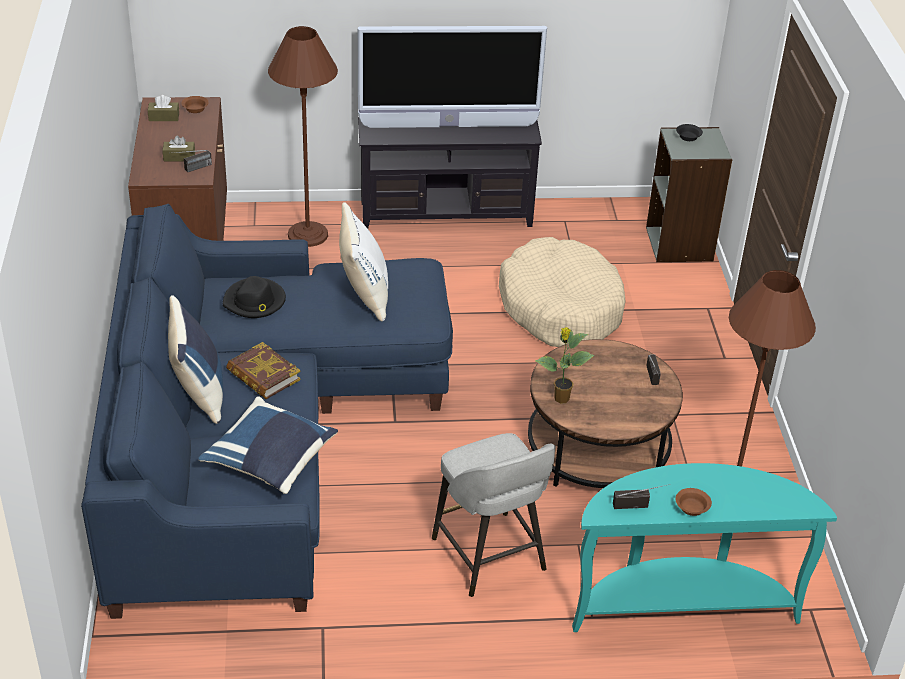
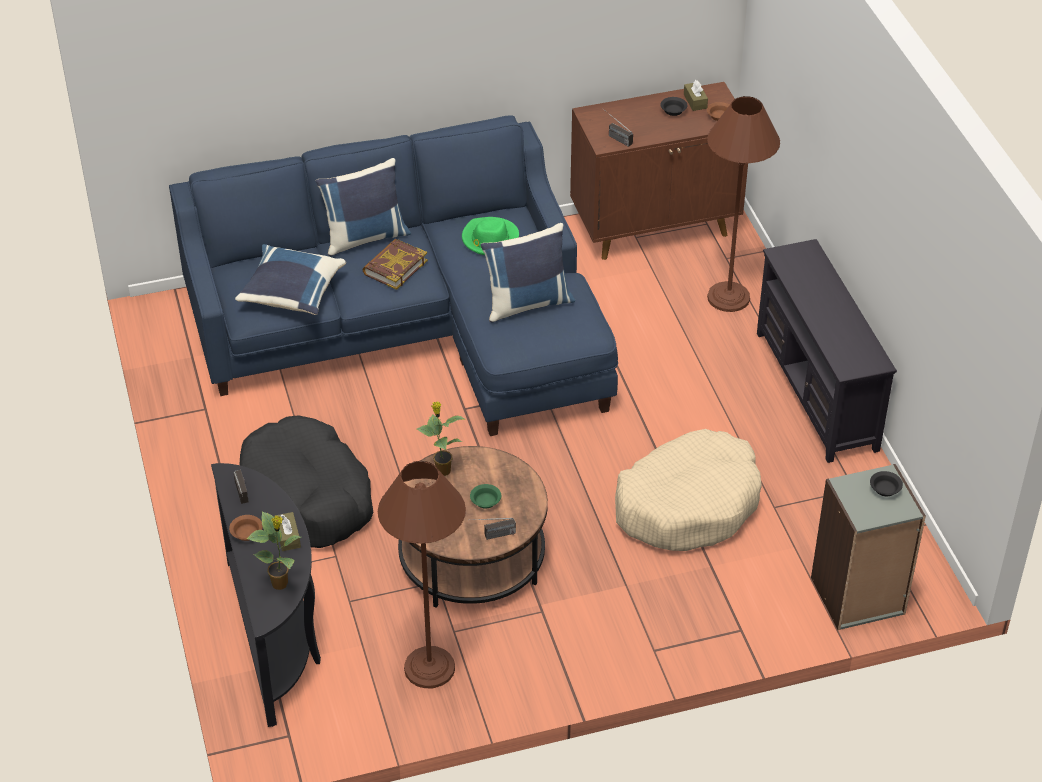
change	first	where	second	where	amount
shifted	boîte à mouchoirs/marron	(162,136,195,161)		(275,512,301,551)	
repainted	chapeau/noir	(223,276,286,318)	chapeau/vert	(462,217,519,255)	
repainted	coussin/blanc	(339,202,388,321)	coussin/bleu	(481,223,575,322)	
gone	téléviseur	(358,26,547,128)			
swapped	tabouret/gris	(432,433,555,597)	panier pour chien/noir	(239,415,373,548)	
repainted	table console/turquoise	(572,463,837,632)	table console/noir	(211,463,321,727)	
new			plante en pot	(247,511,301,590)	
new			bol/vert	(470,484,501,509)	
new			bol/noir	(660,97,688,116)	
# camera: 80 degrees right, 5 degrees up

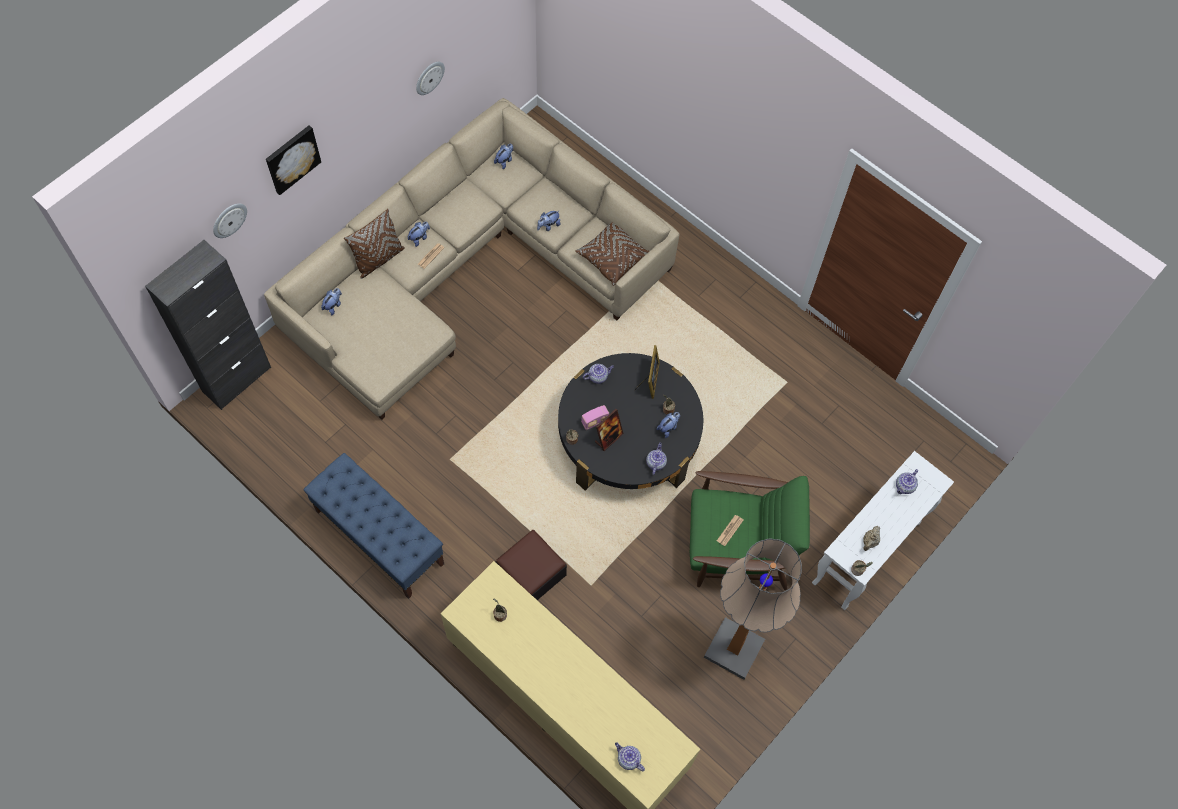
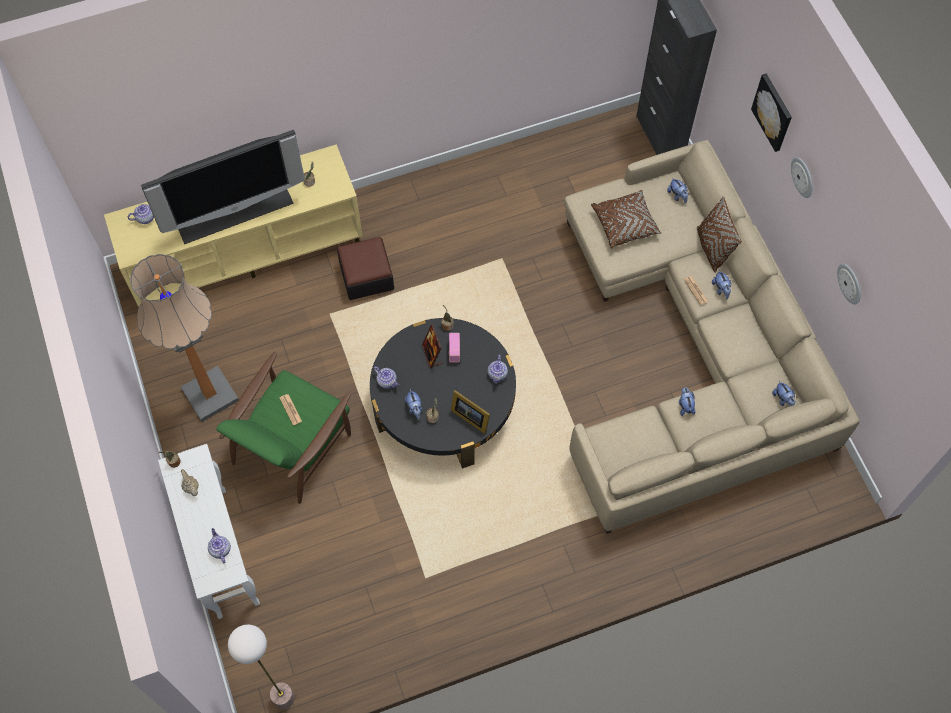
change	first	where	second	where	amount
shifted	horloge murale	(213,203,247,238)		(791,157,813,198)	
gone	banc/bleu	(303,453,444,599)			
shifted	coussin/marron	(575,222,649,286)		(591,190,661,248)	
new			téléviseur	(141,130,305,244)	
new			lampadaire	(228,625,295,709)	
# camera: 120 degrees right, 0 degrees up

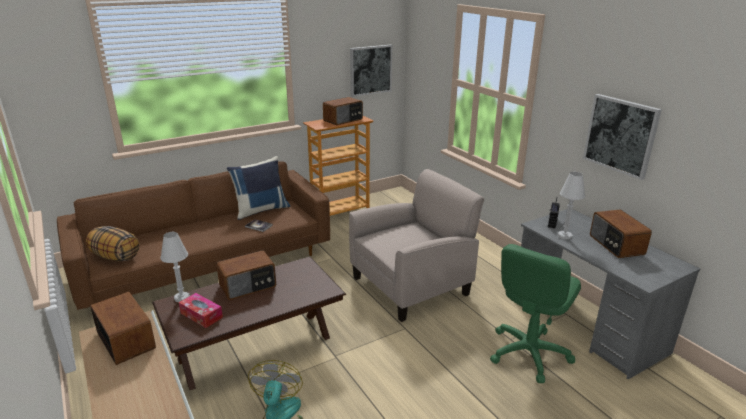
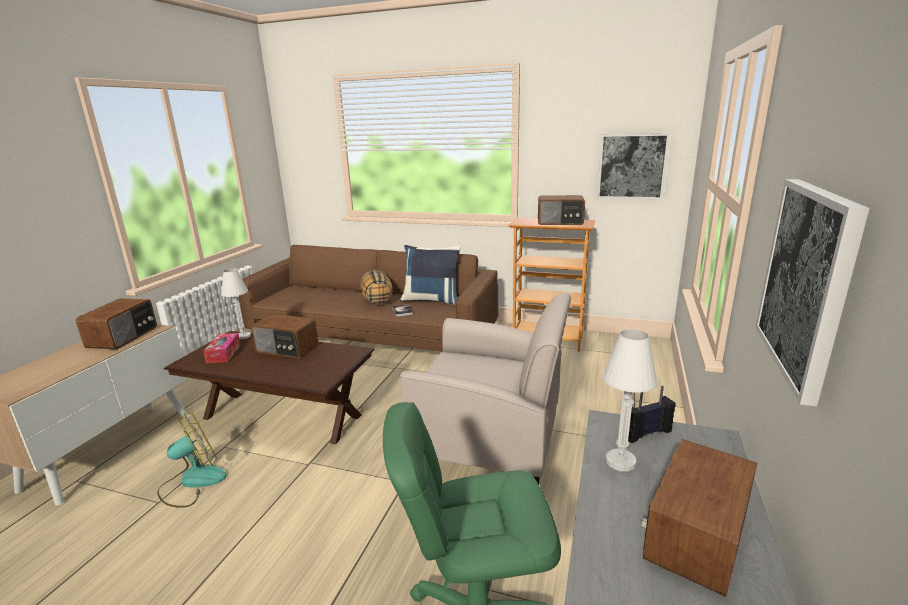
change	first	where	second	where	amount
shifted	coussin	(86,226,140,262)		(360,270,393,304)	
# camera: 50 degrees right, 5 degrees down

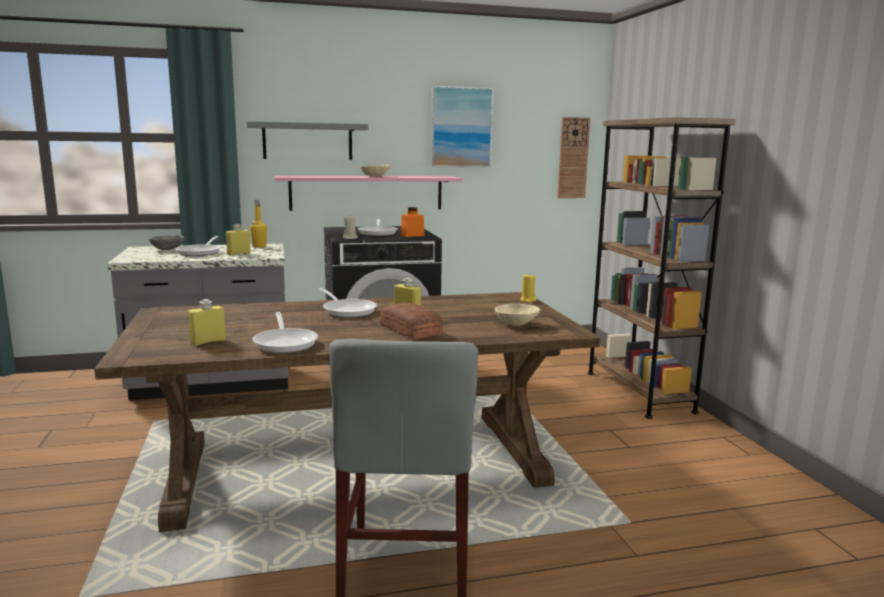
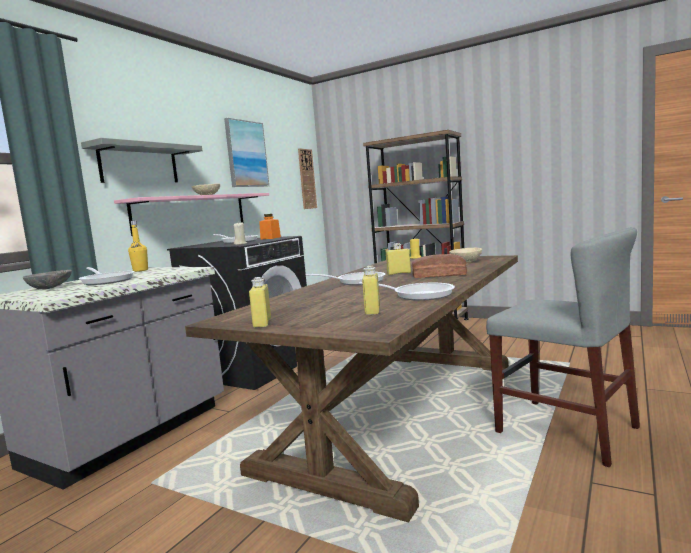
change	first	where	second	where	amount
shifted	bouteille/jaune	(226,224,251,256)		(249,277,271,328)	
# camera: 45 degrees left, 5 degrees down

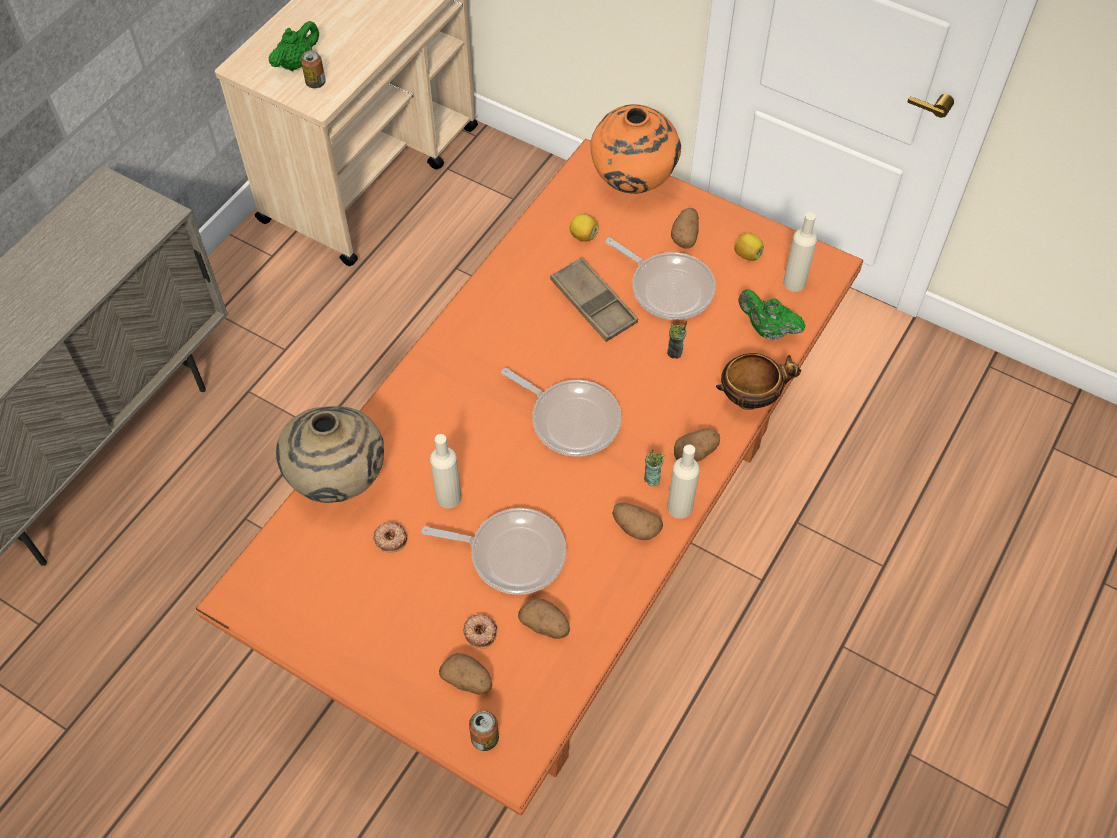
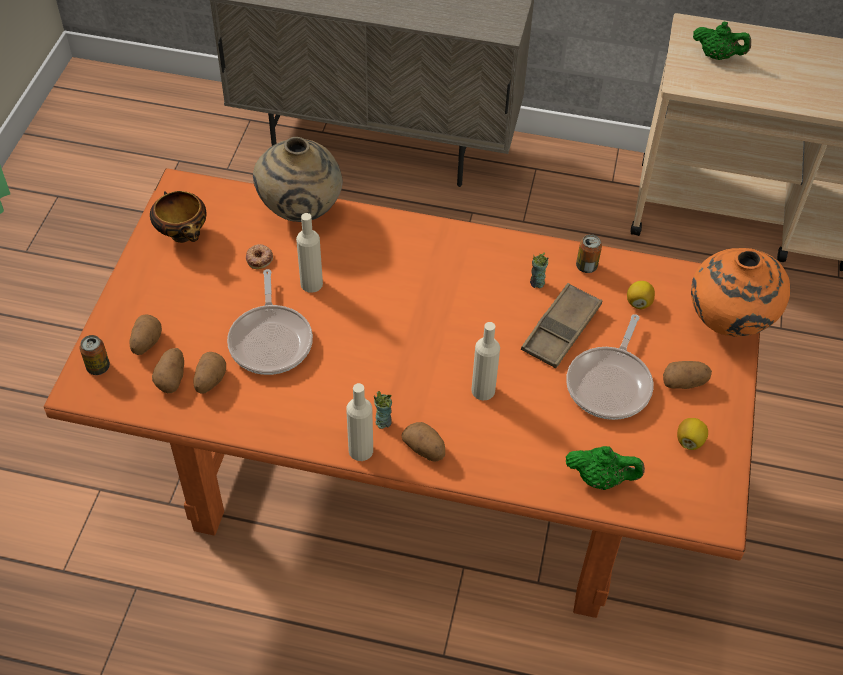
change	first	where	second	where	amount
shifted	boîte métallique	(301,50,326,88)		(576,234,602,273)	
gone	beignet	(463,614,497,648)			
gone	poêle	(501,368,622,457)			
shifted	pomme de terre	(612,503,663,540)		(152,348,184,393)	
shifted	tasse	(667,320,687,359)		(530,253,549,288)	
shifted	bol	(716,353,801,410)		(150,191,206,243)	
rotated	théière/vert	(738,290,805,340)		(566,446,645,490)	90 degrees clockwise
shifted	bouteille/beige	(783,212,817,292)		(471,322,500,400)	
# camera: 70 degrees right, 5 degrees down

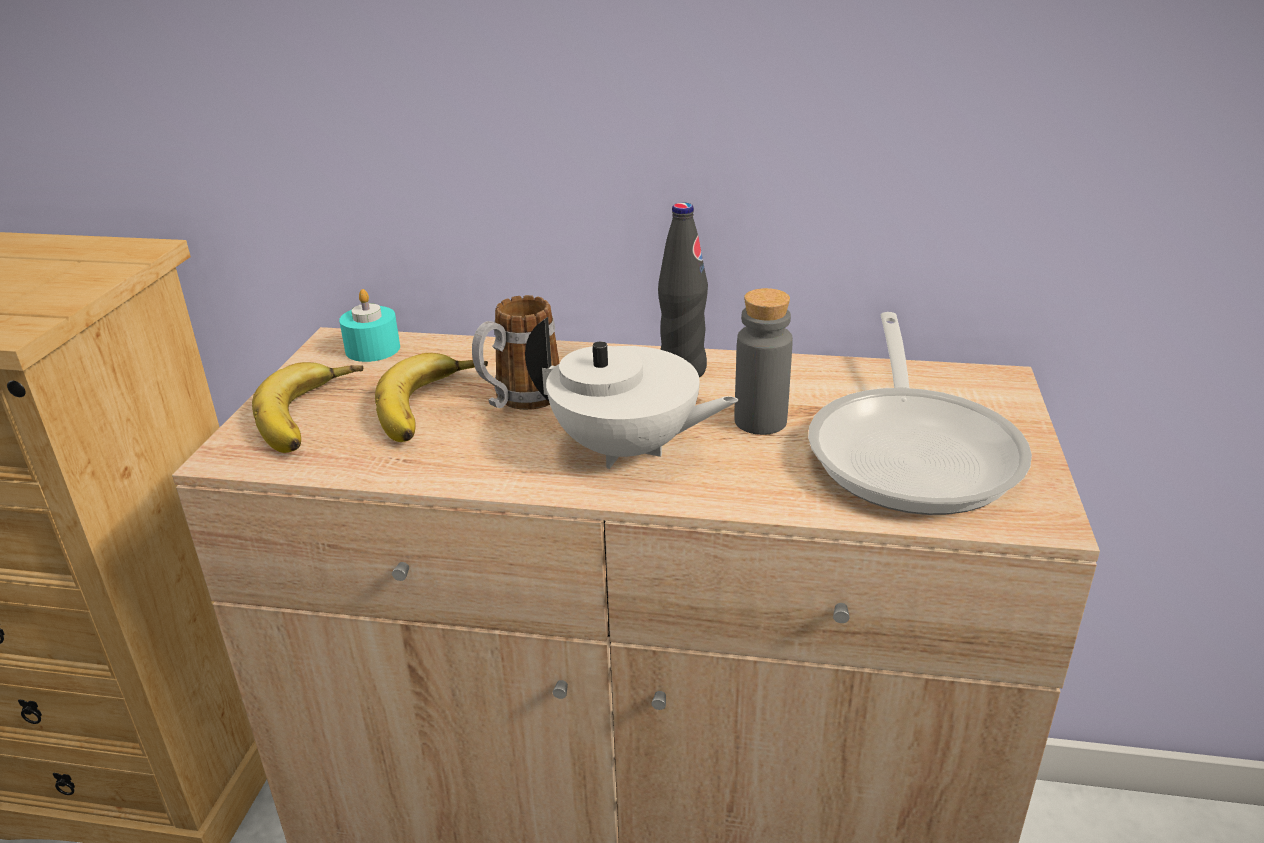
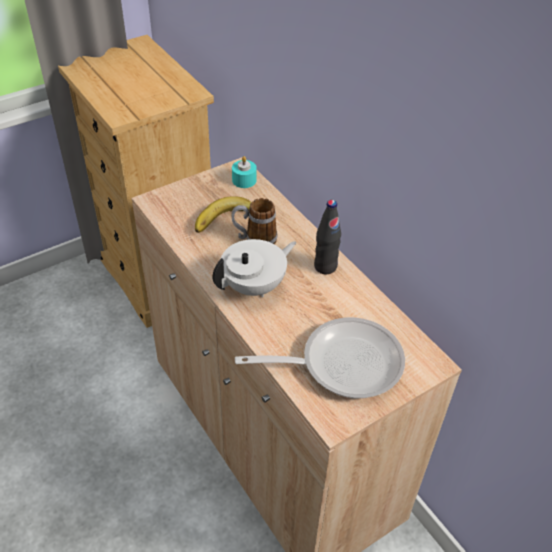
change	first	where	second	where	amount
gone	banane	(252,362,363,453)			
rotated	théière/blanc	(525,317,739,469)		(213,239,296,298)	105 degrees counterclockwise
gone	bouteille/gris	(734,288,793,435)			
rotated	poêle	(808,312,1032,515)		(235,317,405,398)	150 degrees counterclockwise
# camera: 45 degrees right, 15 degrees up

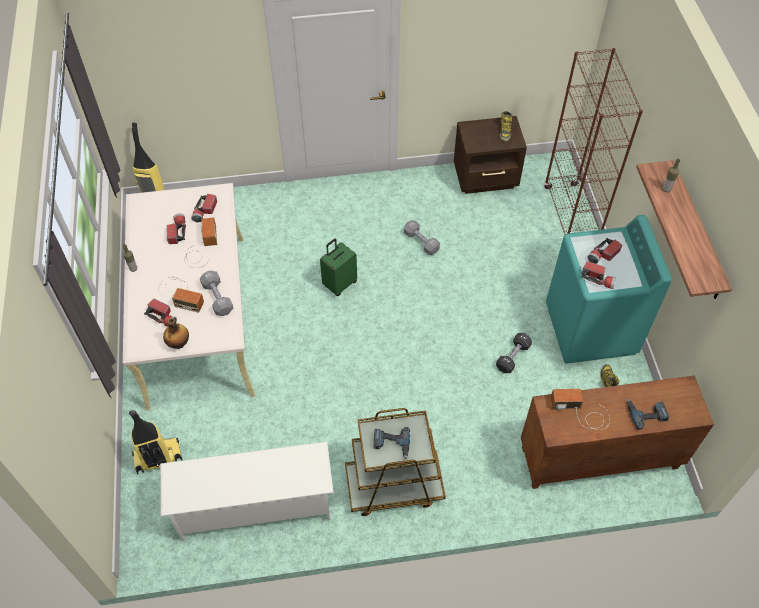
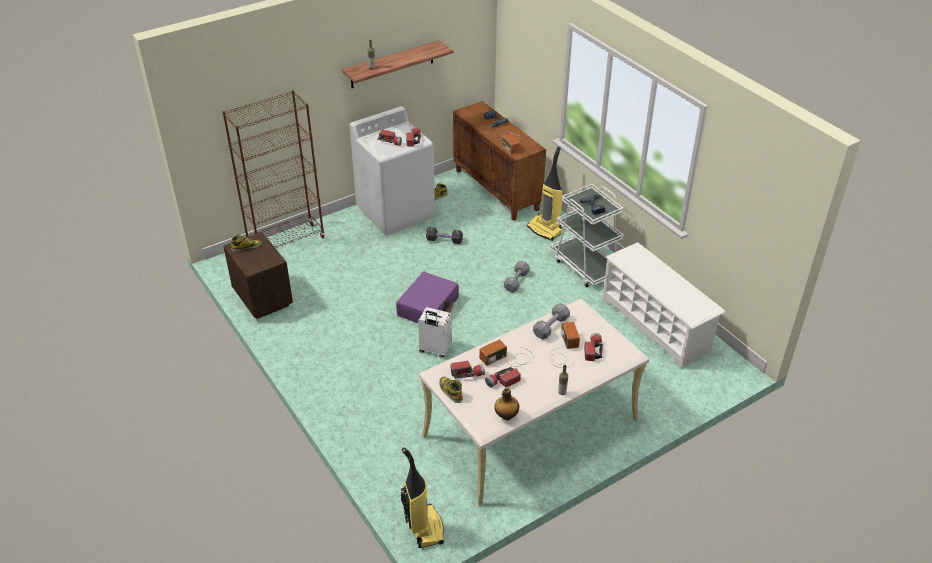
change	first	where	second	where	amount
shifted	aspirateur	(129,410,182,474)		(527,147,563,241)	
shifted	bouteille	(163,318,189,349)		(494,388,519,420)	
repainted	valise/vert	(320,239,357,296)	valise/blanc	(418,307,452,358)	
repainted	chariot/marron	(345,408,446,516)	chariot/blanc	(551,184,624,287)	
shifted	haltère/gris	(404,220,440,255)		(504,261,530,292)	
repainted	lave-linge/turquoise	(546,215,672,364)	lave-linge/blanc	(350,106,435,236)	
new			valise/violet	(396,272,459,323)	
new			botte	(439,377,463,403)	
# camera: 115 degrees left, 15 degrees down

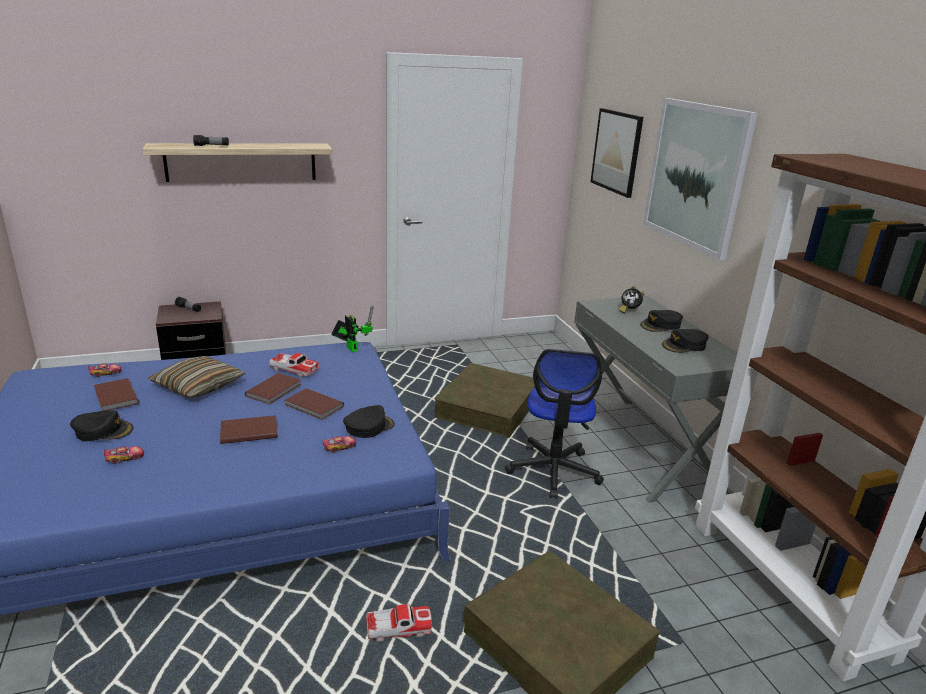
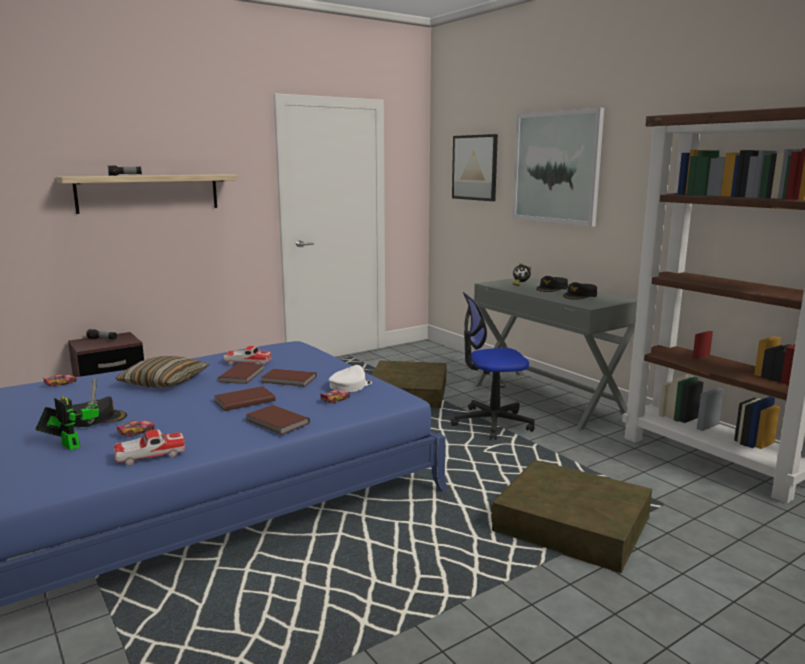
change	first	where	second	where	amount
shifted	livre/marron	(94,378,139,411)		(245,405,310,435)	
shifted	robot jouet	(331,306,374,352)		(36,378,99,450)	
repainted	casquette/noir	(343,405,395,438)	casquette/blanc	(329,365,372,392)	
shifted	petite voiture	(366,604,432,642)		(113,429,185,466)	
rotated	chaise de bureau	(505,349,604,499)		(450,292,535,440)	90 degrees clockwise
# camera: 15 degrees left, 10 degrees down

